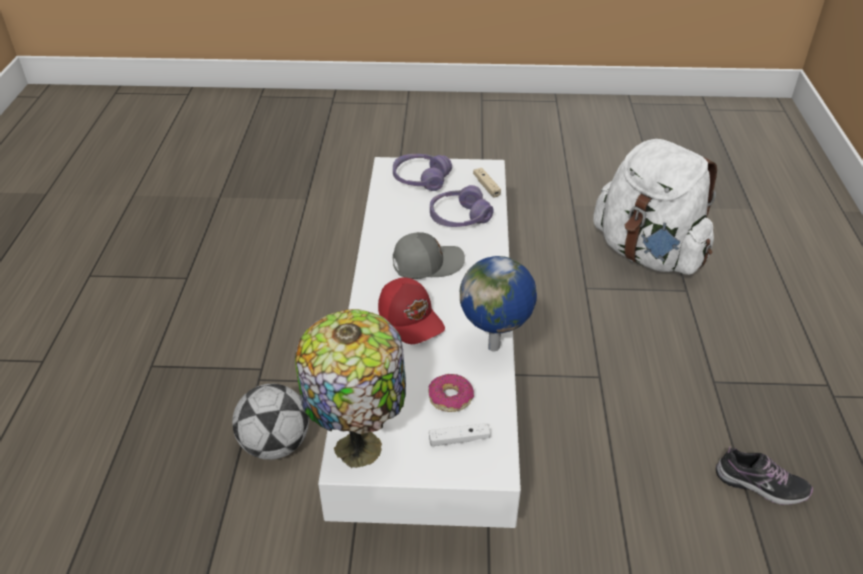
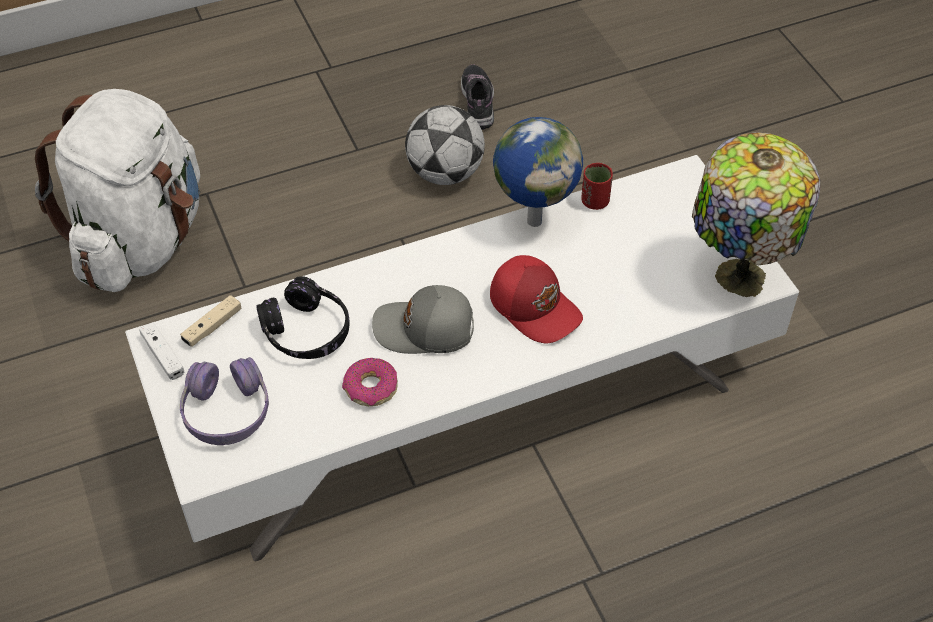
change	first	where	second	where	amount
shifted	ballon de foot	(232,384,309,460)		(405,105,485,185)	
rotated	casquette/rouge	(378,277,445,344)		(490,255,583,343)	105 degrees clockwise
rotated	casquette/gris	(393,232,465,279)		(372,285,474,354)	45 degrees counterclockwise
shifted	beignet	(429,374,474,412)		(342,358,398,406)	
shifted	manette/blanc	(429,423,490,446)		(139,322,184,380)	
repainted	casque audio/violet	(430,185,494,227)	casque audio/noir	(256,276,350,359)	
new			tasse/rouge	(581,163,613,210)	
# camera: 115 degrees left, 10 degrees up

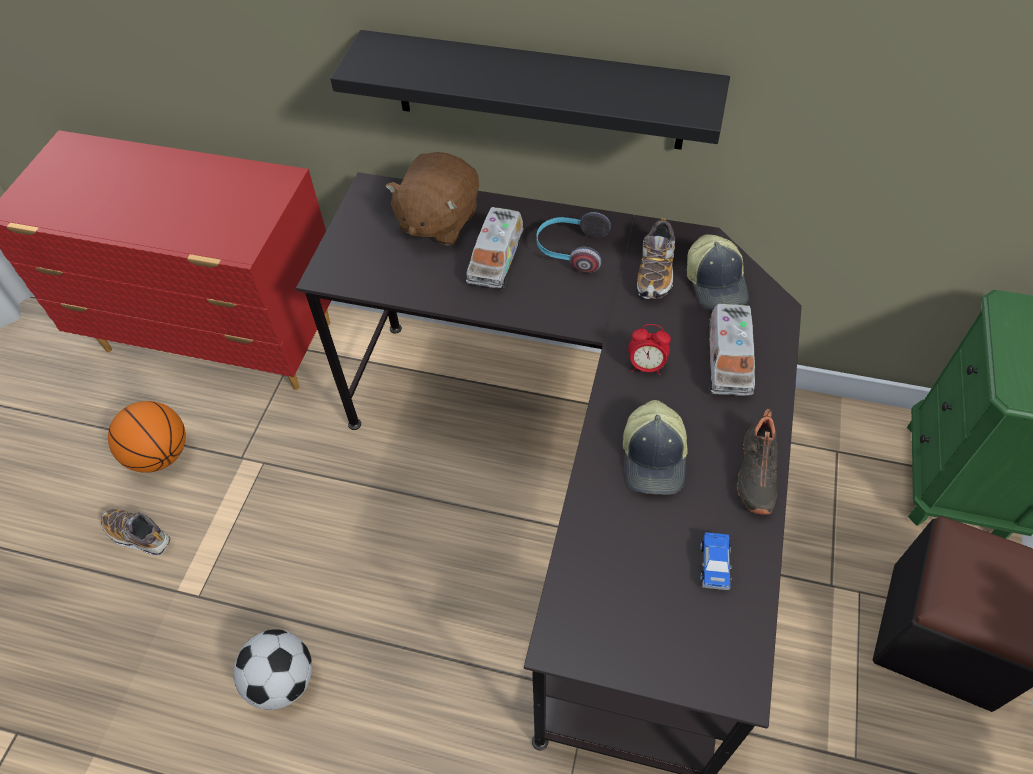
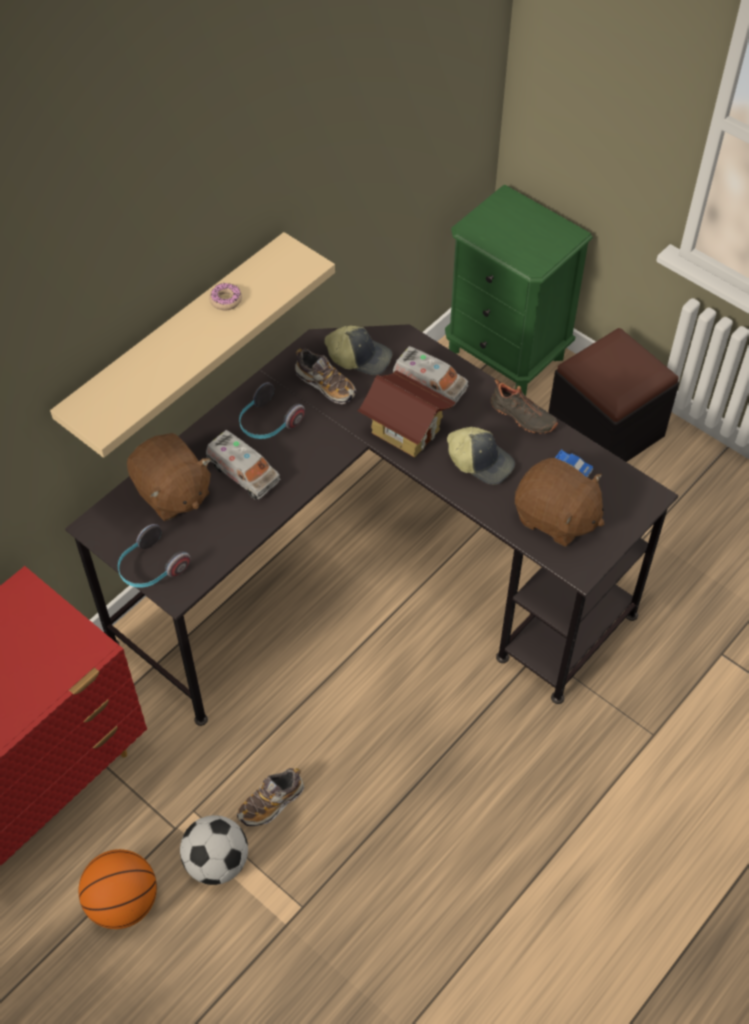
change	first	where	second	where	amount
shifted	chaussure	(101,509,170,556)		(237,768,304,826)	
shifted	ballon de foot	(233,629,312,710)		(180,815,248,885)	
repainted	étagère/noir	(330,30,730,150)	étagère/beige	(50,232,335,458)	
swapped	réveil	(628,324,671,375)	maison miniature	(357,370,456,458)	
new			casque audio	(118,524,190,588)	
new			beignet	(209,283,242,310)	
new			peluche/marron	(515,458,604,547)	
# camera: 65 degrees left, 0 degrees up

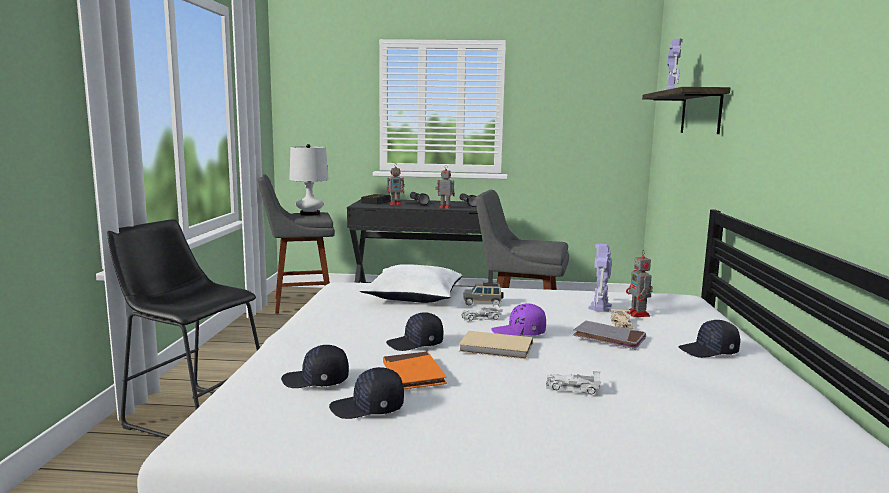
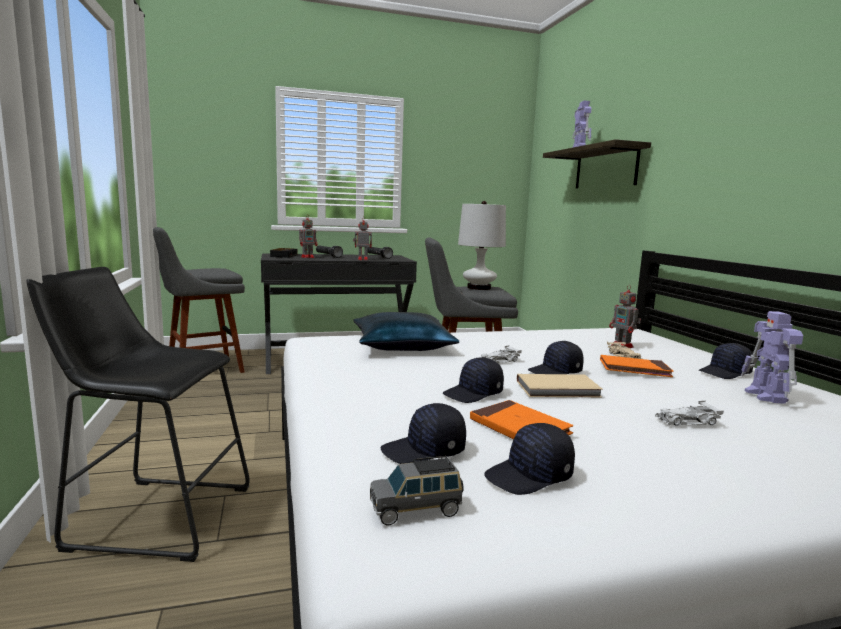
change	first	where	second	where	amount
shifted	lampe de table/blanc	(289,144,329,216)		(458,201,506,290)	
repainted	coussin/blanc	(360,264,462,303)	coussin/bleu	(353,312,459,351)	
shifted	petite voiture/gris	(463,282,503,305)		(370,456,464,525)	
repainted	casquette/violet	(491,303,546,336)	casquette/noir	(528,341,584,374)	
repainted	livre/gris	(573,321,646,350)	livre/orange	(600,355,674,377)	
shifted	robot jouet	(588,244,612,312)		(741,311,803,404)	
# camera: 20 degrees left, 0 degrees up

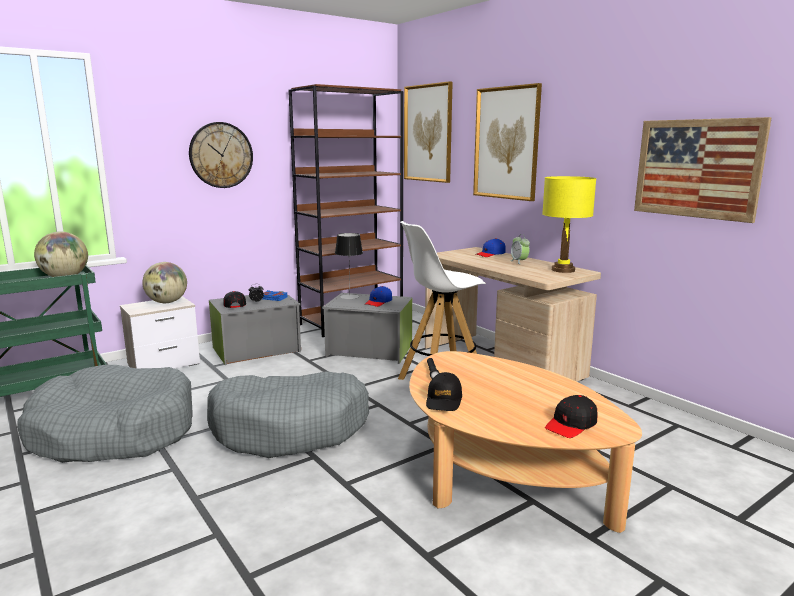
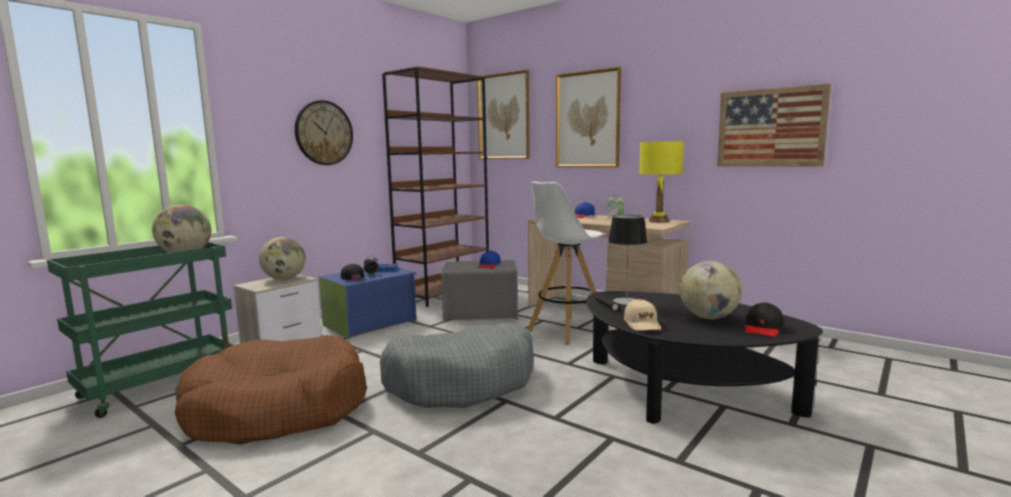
change	first	where	second	where	amount
repainted	panier pour chien/gris	(17,365,192,463)	panier pour chien/marron	(175,335,367,445)	
repainted	boîte de rangement/gris	(209,291,301,365)	boîte de rangement/bleu	(319,268,417,339)	
shifted	lampe de table	(335,233,363,299)		(608,215,647,305)	
repainted	table basse/beige	(409,351,642,533)	table basse/noir	(586,291,823,424)	
repainted	casquette/noir	(426,372,462,411)	casquette/beige	(624,299,661,331)	
new			globe	(680,261,742,319)	
# camera: 15 degrees left, 5 degrees down

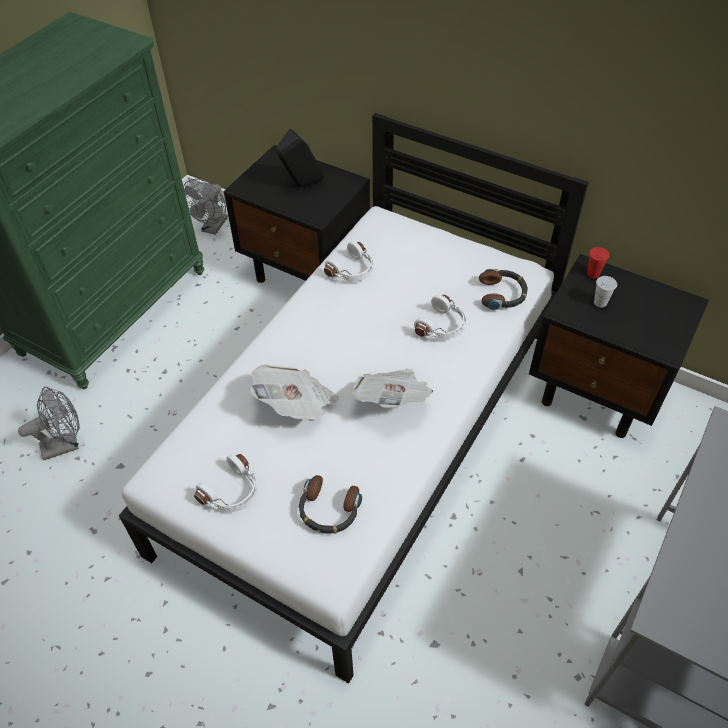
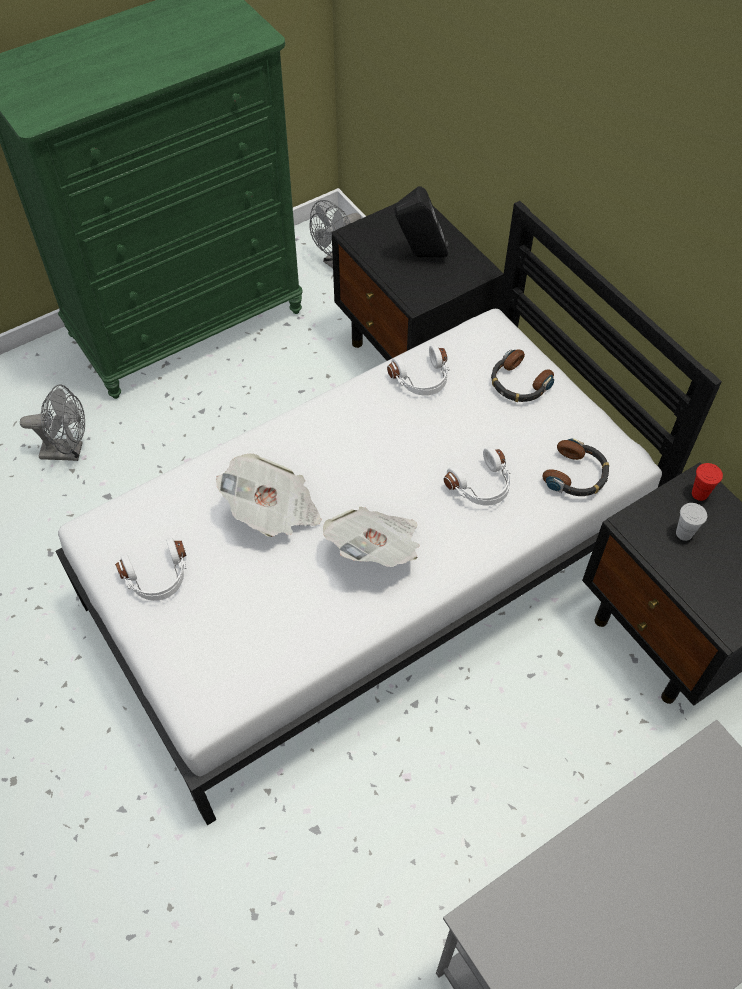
change	first	where	second	where	amount
shifted	casque audio	(299,475,362,534)		(491,349,554,402)	
# camera: 25 degrees right, 5 degrees up

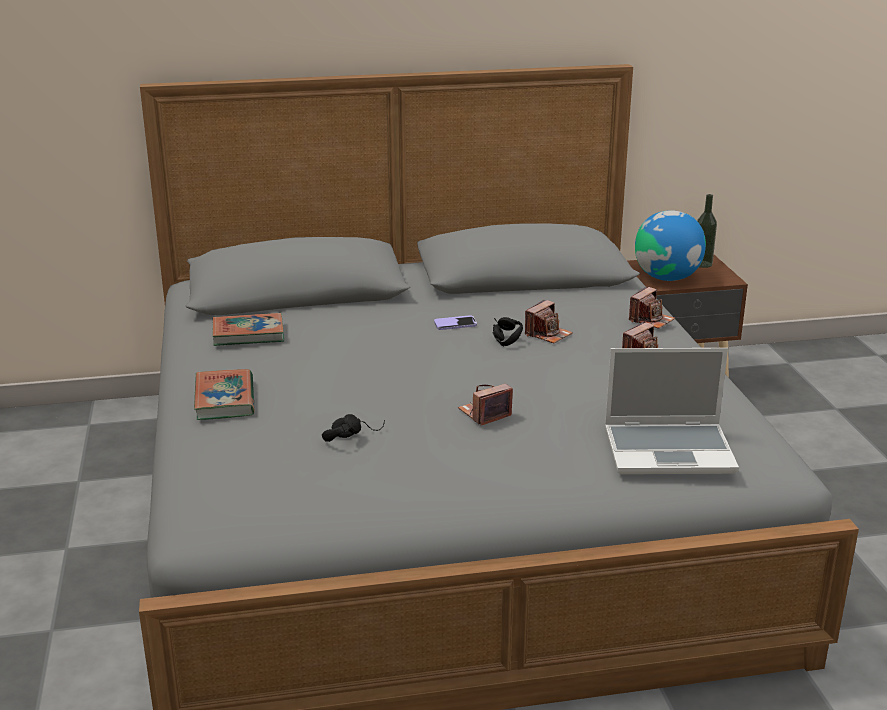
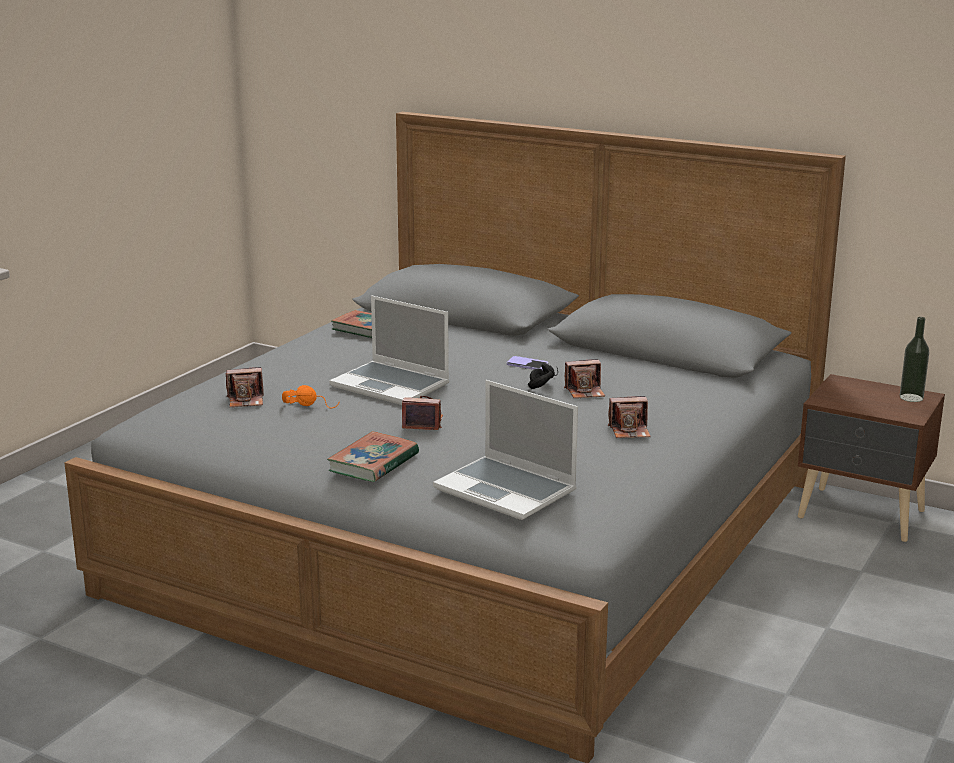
change	first	where	second	where	amount
shifted	livre	(194,369,255,420)		(327,431,419,482)	
repainted	casque audio/noir	(322,414,385,442)	casque audio/orange	(282,385,340,408)	
shifted	appareil photo	(629,287,675,329)		(225,367,264,407)	
gone	globe	(635,210,706,281)			
new			ordinateur portable	(329,295,449,405)	
# camera: 40 degrees right, 5 degrees down

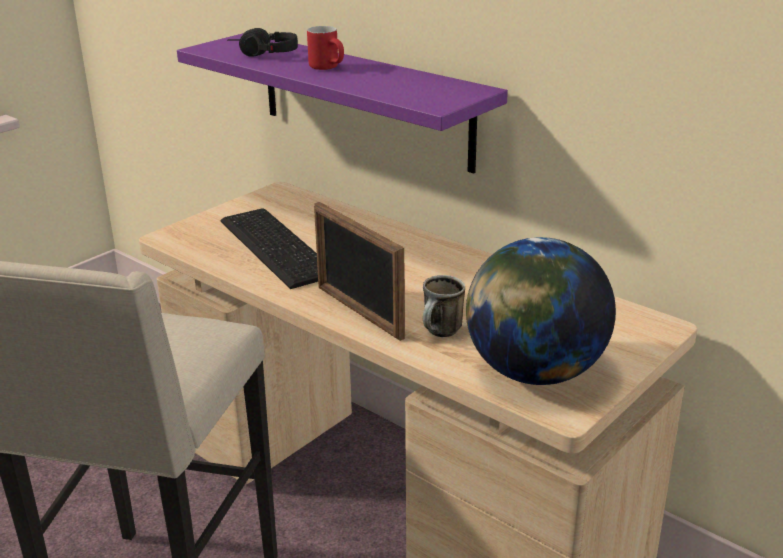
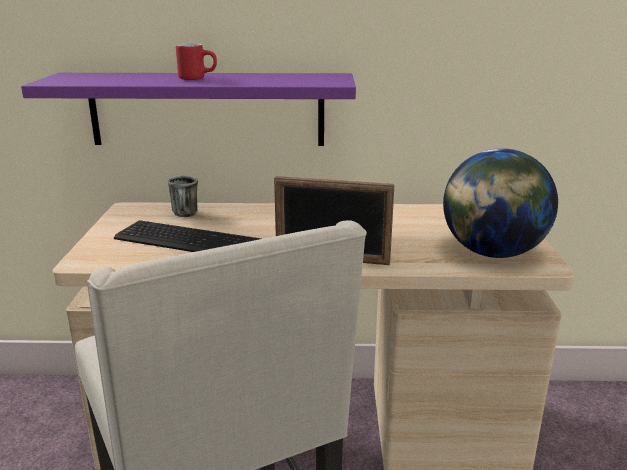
change	first	where	second	where	amount
gone	casque audio/noir	(227,28,298,57)			
shifted	mug	(423,275,465,337)		(168,176,198,217)	
# camera: 40 degrees left, 5 degrees down

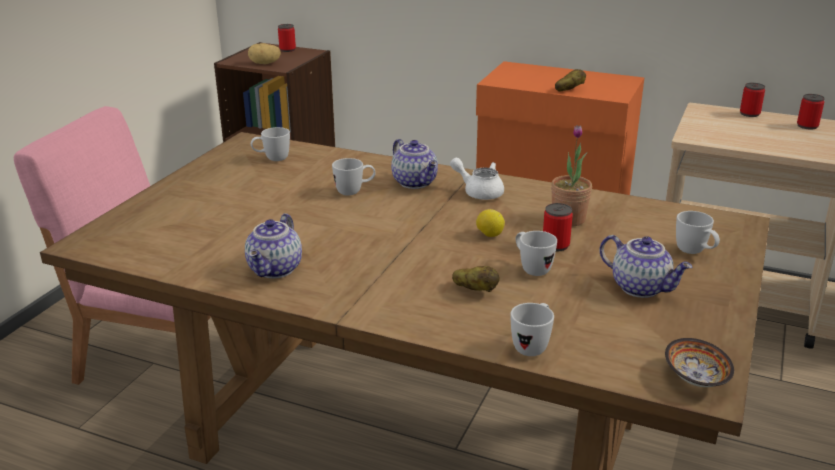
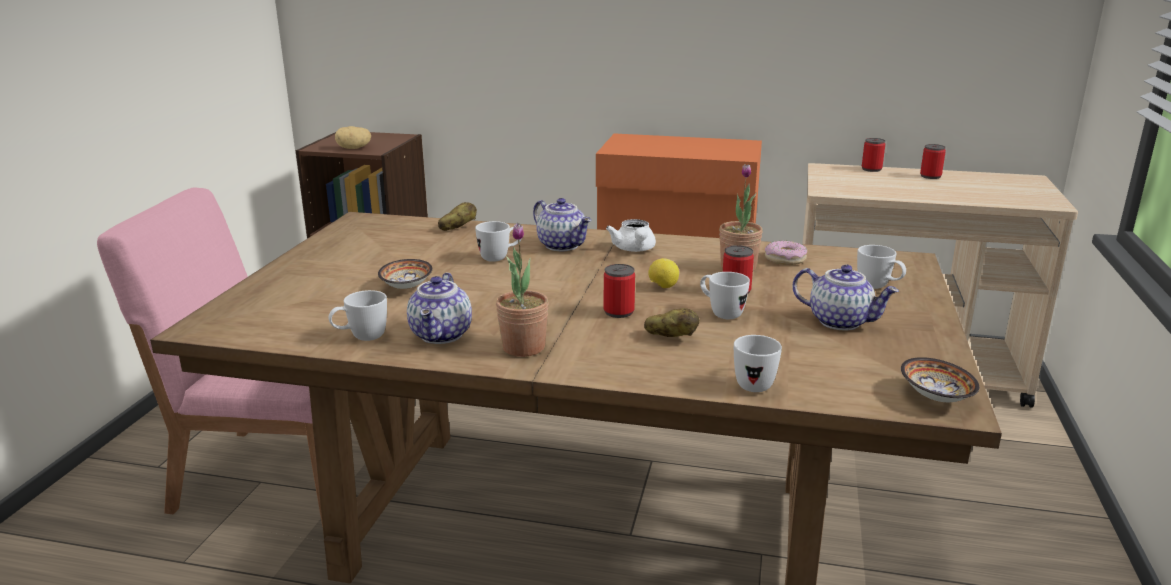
change	first	where	second	where	amount
shifted	mug/blanc	(251,127,290,161)		(328,290,387,341)	
shifted	boîte métallique	(278,24,296,52)		(604,264,635,318)	
rotated	théière/blanc	(450,158,504,200)		(606,219,656,252)	120 degrees counterclockwise
shifted	pomme de terre	(555,69,586,91)		(438,202,477,231)	
new			bol	(378,259,432,289)	
new			plante en pot	(496,223,549,357)	
new			beignet	(765,240,807,265)	
# camera: 10 degrees left, 5 degrees down

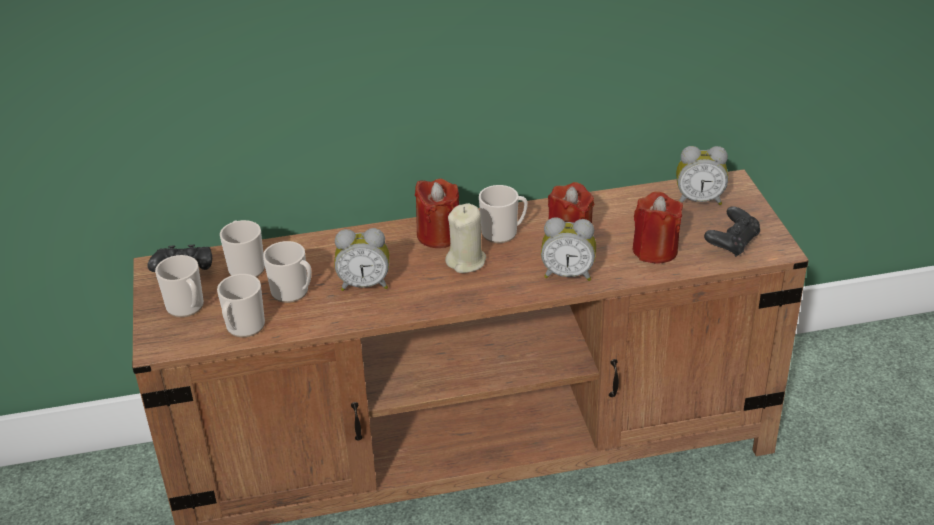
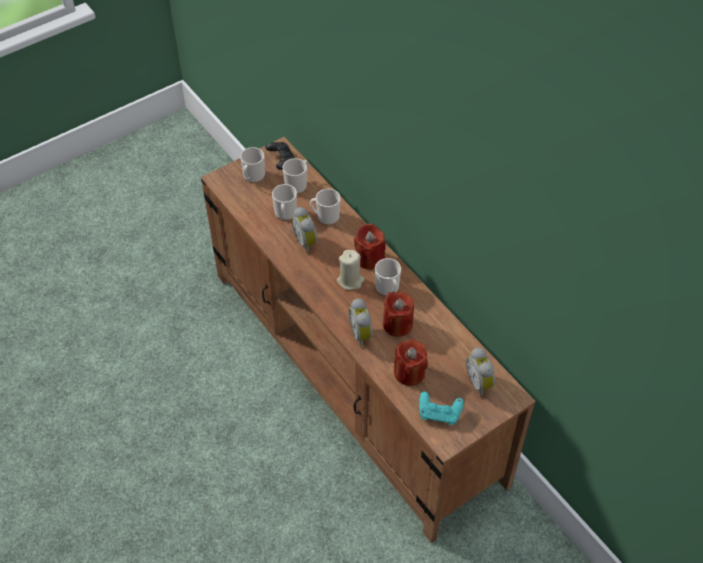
change	first	where	second	where	amount
shifted	mug	(217,274,265,337)		(310,189,341,225)	
repainted	manette/noir	(704,206,760,257)	manette/turquoise	(419,391,464,425)	
# camera: 65 degrees right, 15 degrees up

